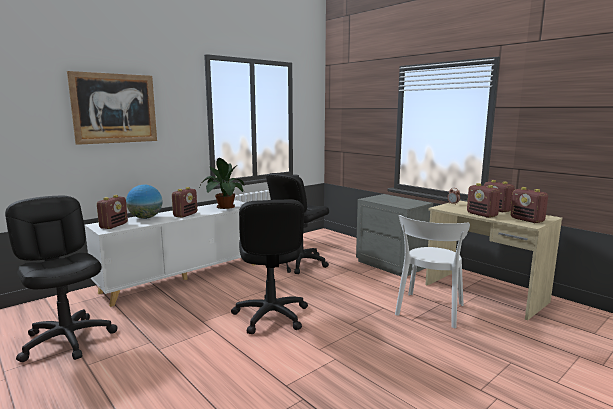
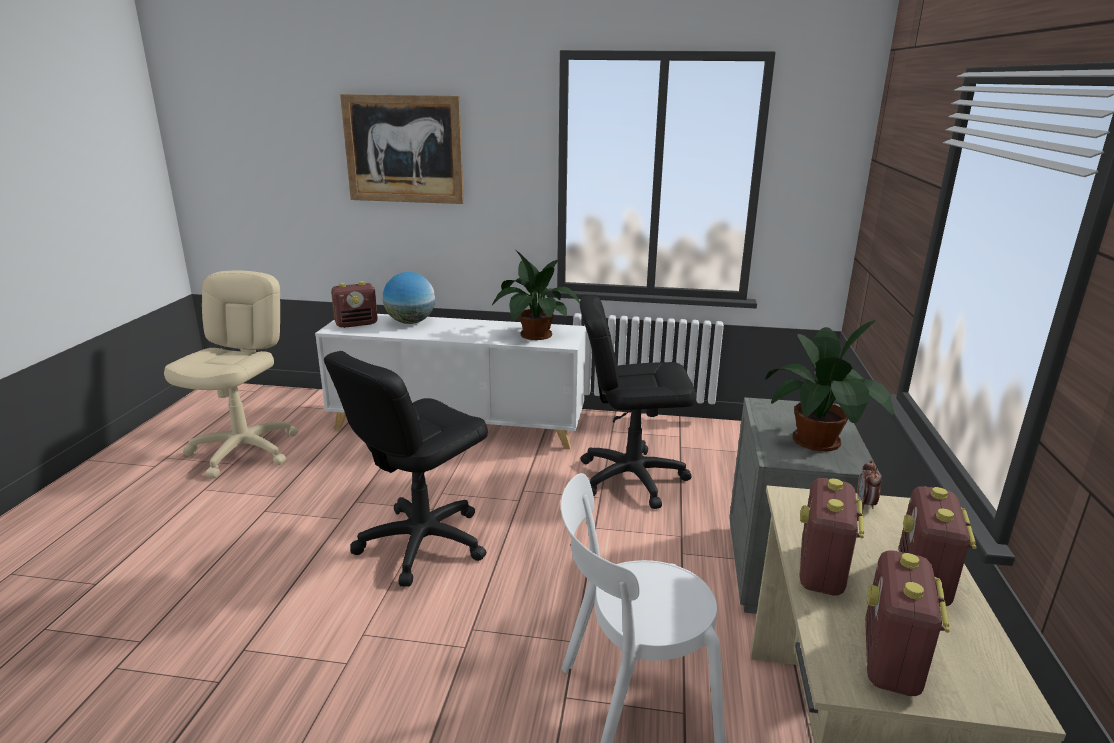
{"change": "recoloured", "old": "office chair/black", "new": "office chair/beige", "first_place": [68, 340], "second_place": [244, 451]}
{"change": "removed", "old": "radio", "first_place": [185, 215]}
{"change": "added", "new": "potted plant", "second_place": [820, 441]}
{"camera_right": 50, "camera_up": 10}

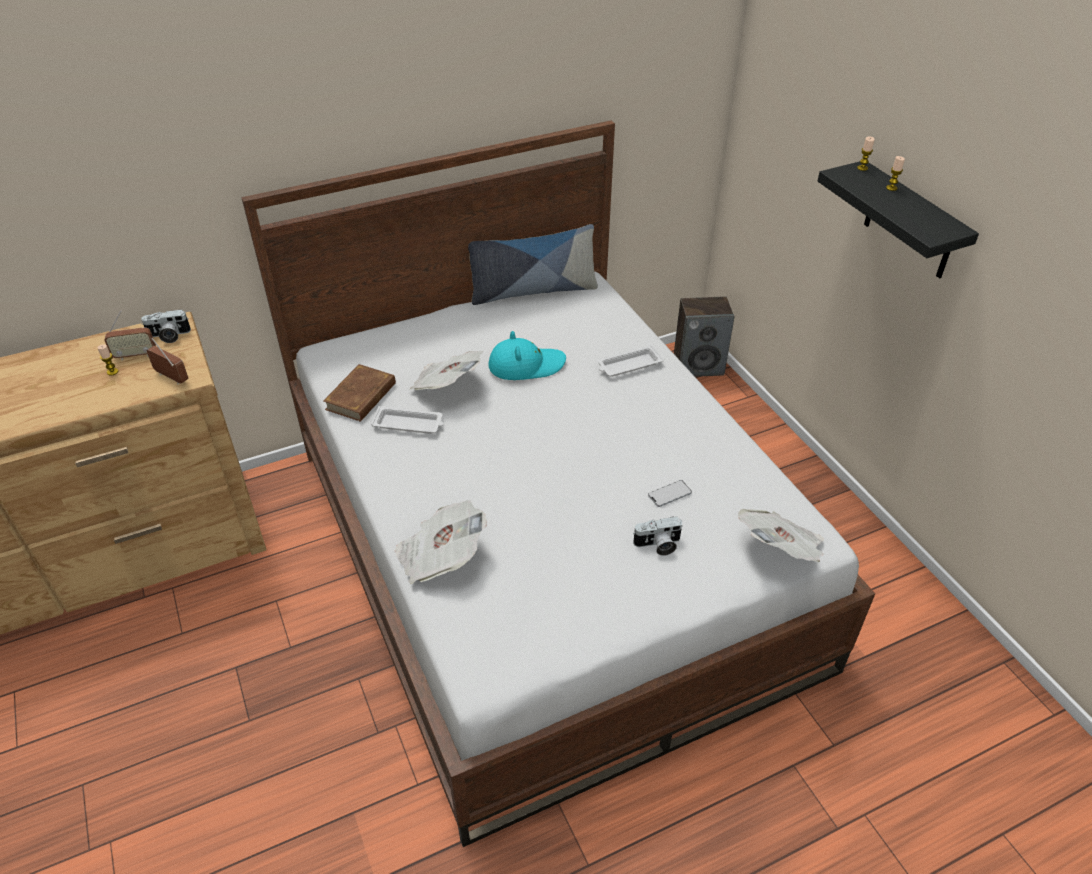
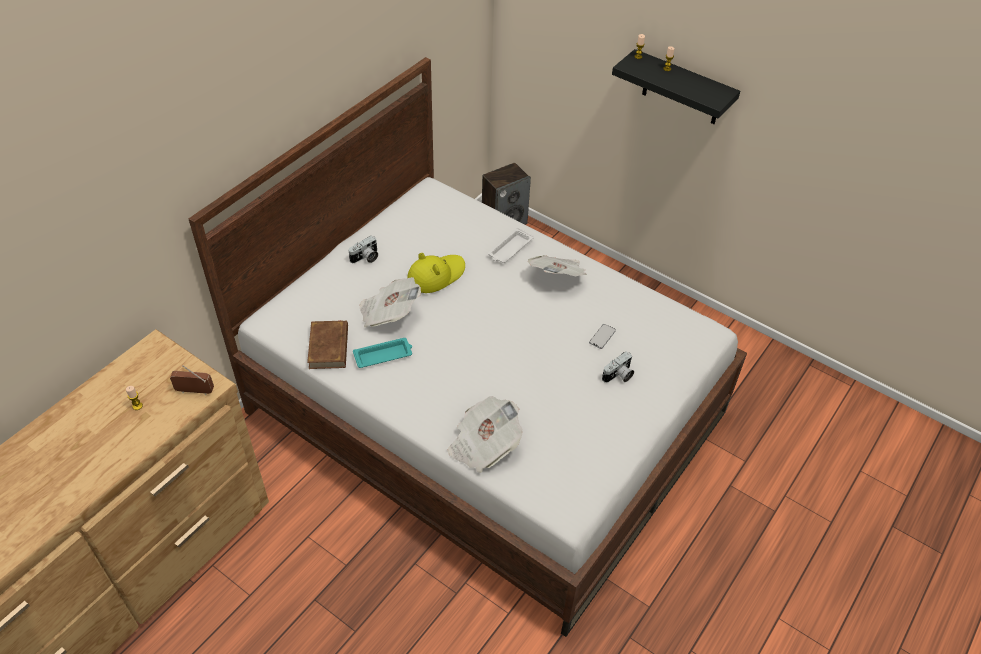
{"change": "removed", "old": "radio", "first_place": [135, 355]}
{"change": "moved", "old": "photo camera", "first_place": [168, 336], "second_place": [366, 258]}
{"change": "recoloured", "old": "tray/white", "new": "tray/turquoise", "first_place": [409, 424], "second_place": [384, 355]}
{"change": "removed", "old": "pillow", "first_place": [533, 291]}
{"change": "recoloured", "old": "hat/turquoise", "new": "hat/yellow", "first_place": [526, 365], "second_place": [436, 275]}
{"change": "moved", "old": "newspaper", "first_place": [780, 550], "second_place": [558, 277]}
{"camera_right": -30, "camera_up": 5}

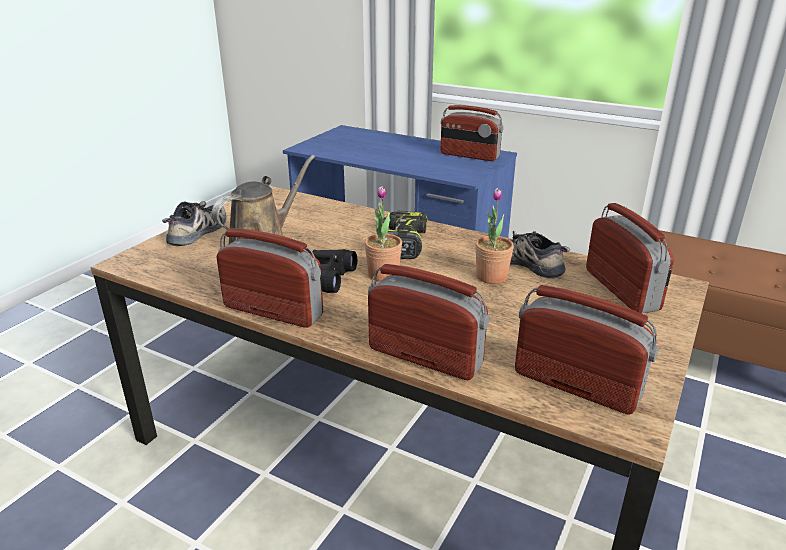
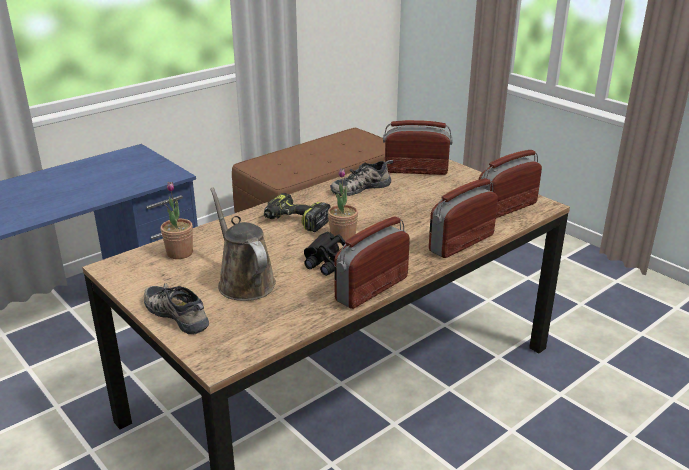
{"change": "removed", "old": "radio", "first_place": [469, 156]}
{"change": "moved", "old": "potted plant", "first_place": [491, 277], "second_place": [179, 253]}
{"camera_right": -70, "camera_up": 0}

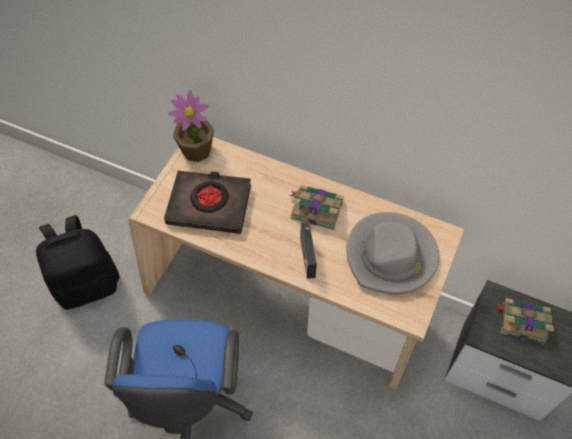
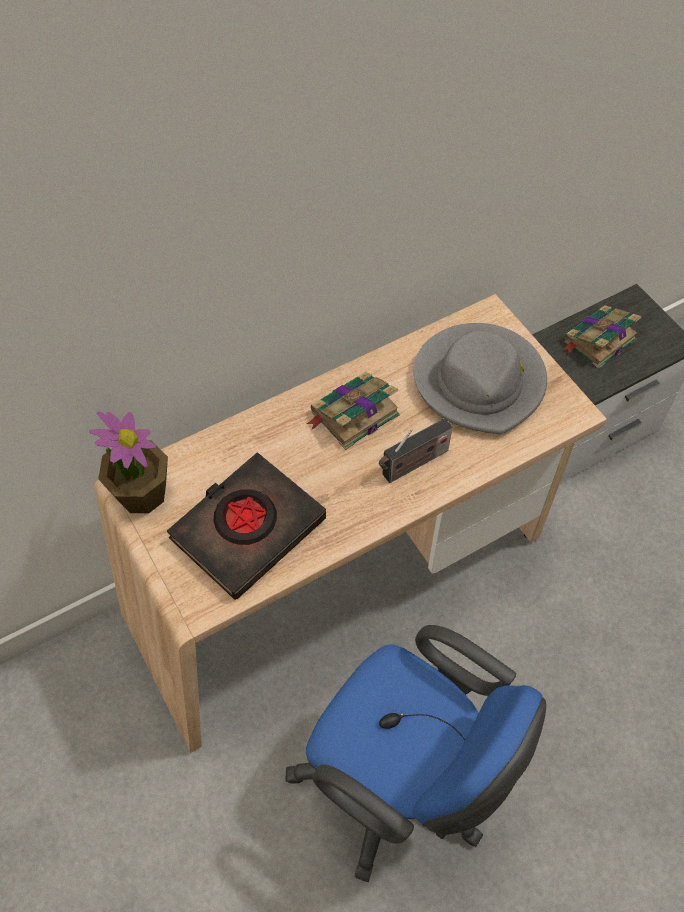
{"change": "removed", "old": "backpack/black", "first_place": [87, 284]}
{"change": "turned", "old": "radio", "first_place": [306, 255], "second_place": [413, 465], "degrees": -60}
{"camera_right": -55, "camera_up": 0}

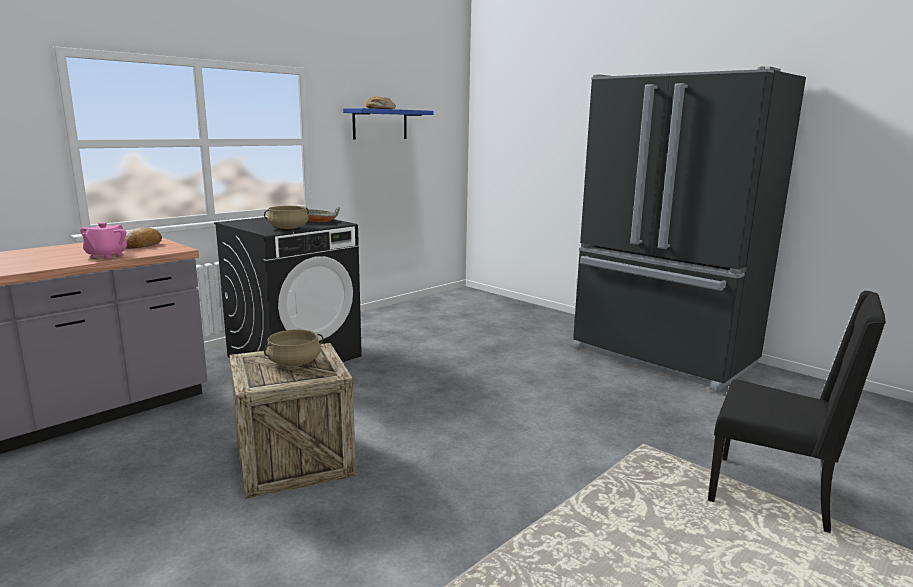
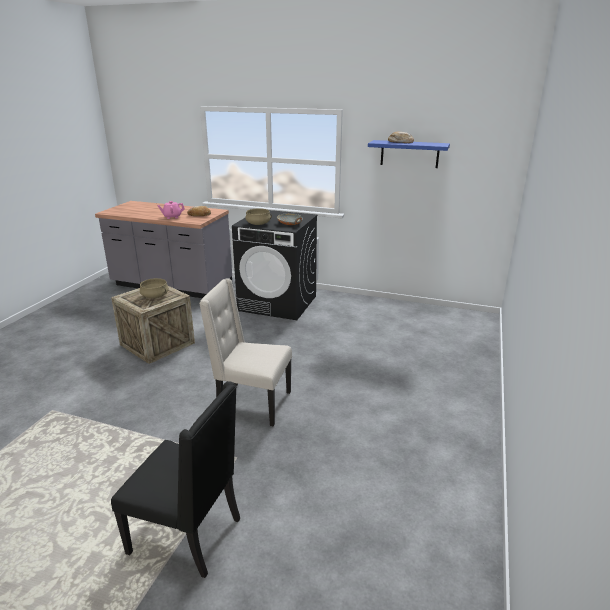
{"change": "removed", "old": "fridge/black", "first_place": [662, 357]}
{"change": "turned", "old": "chair/black", "first_place": [773, 494], "second_place": [188, 535], "degrees": -75}
{"change": "added", "new": "chair/beige", "second_place": [251, 403]}
{"camera_right": 65, "camera_up": 10}

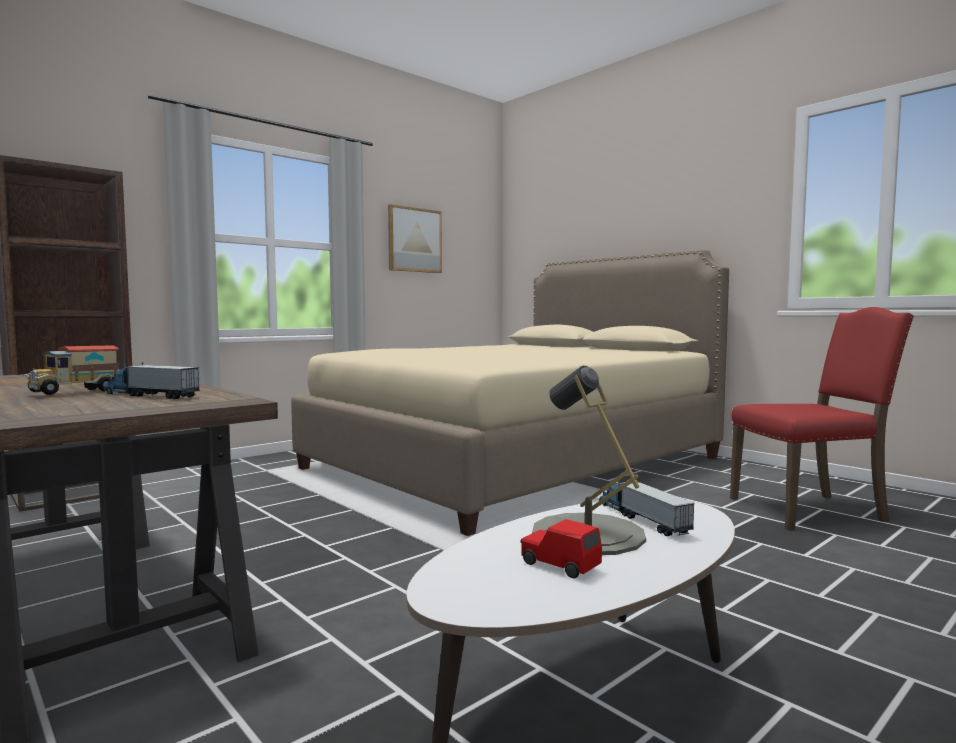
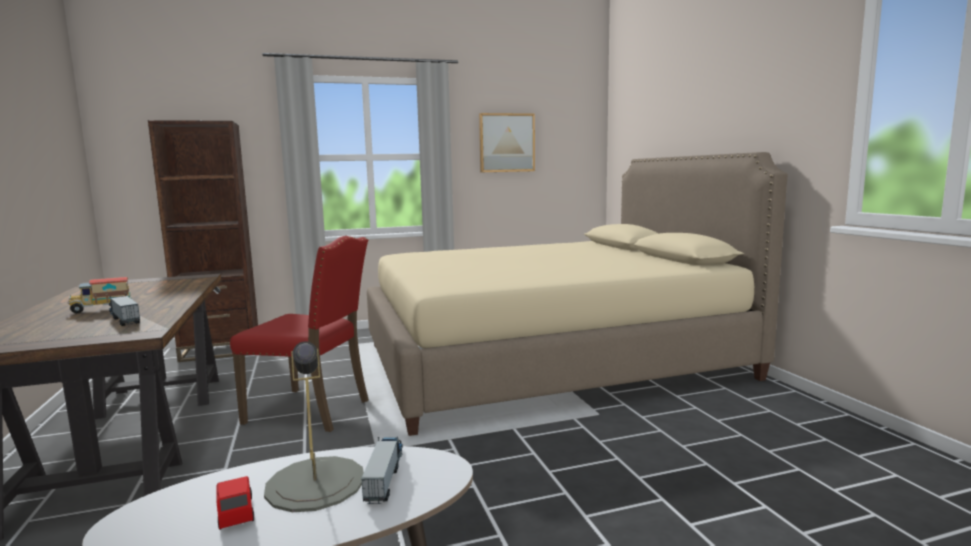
{"change": "moved", "old": "chair/red", "first_place": [810, 510], "second_place": [311, 411]}
{"camera_right": 25, "camera_up": 5}

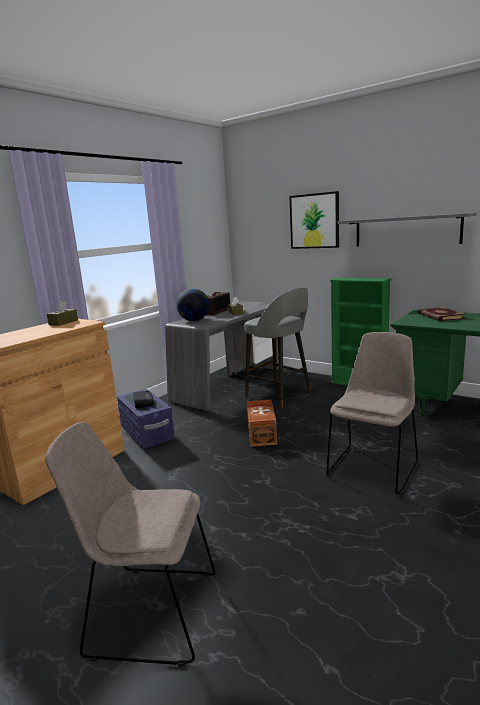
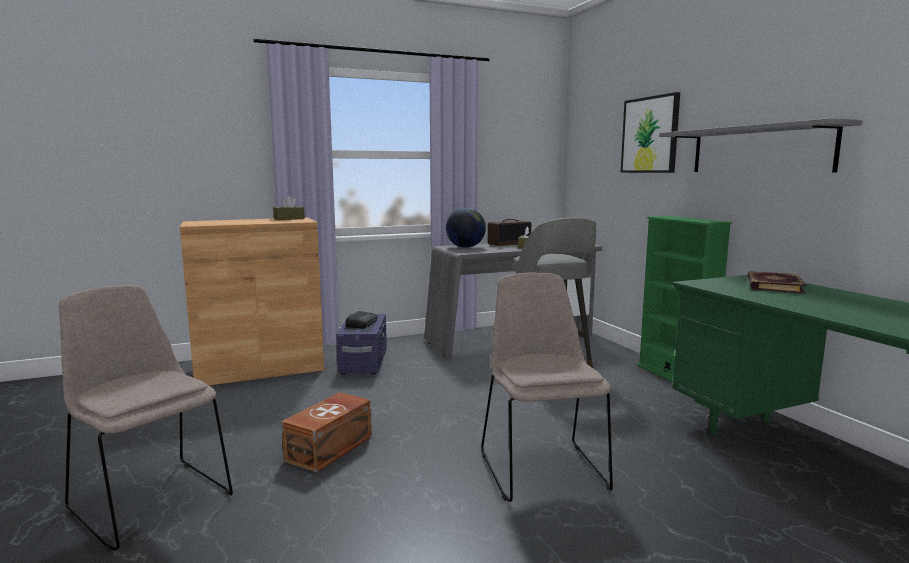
{"change": "moved", "old": "storage box/brown", "first_place": [262, 433], "second_place": [331, 448]}
{"change": "turned", "old": "chair/beige", "first_place": [373, 467], "second_place": [541, 468], "degrees": -75}
{"camera_right": 30, "camera_up": -5}

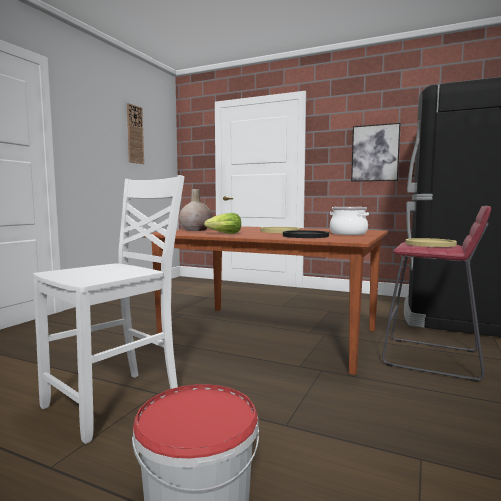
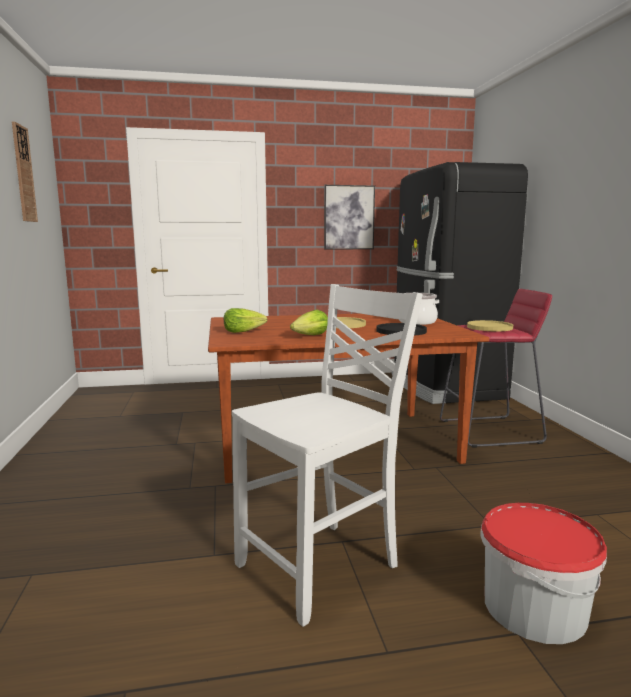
{"change": "turned", "old": "chair/white", "first_place": [116, 402], "second_place": [322, 566], "degrees": 45}
{"change": "replaced", "old": "vase/beige", "new": "lettuce", "first_place": [196, 230], "second_place": [243, 331]}
{"camera_right": -35, "camera_up": 5}

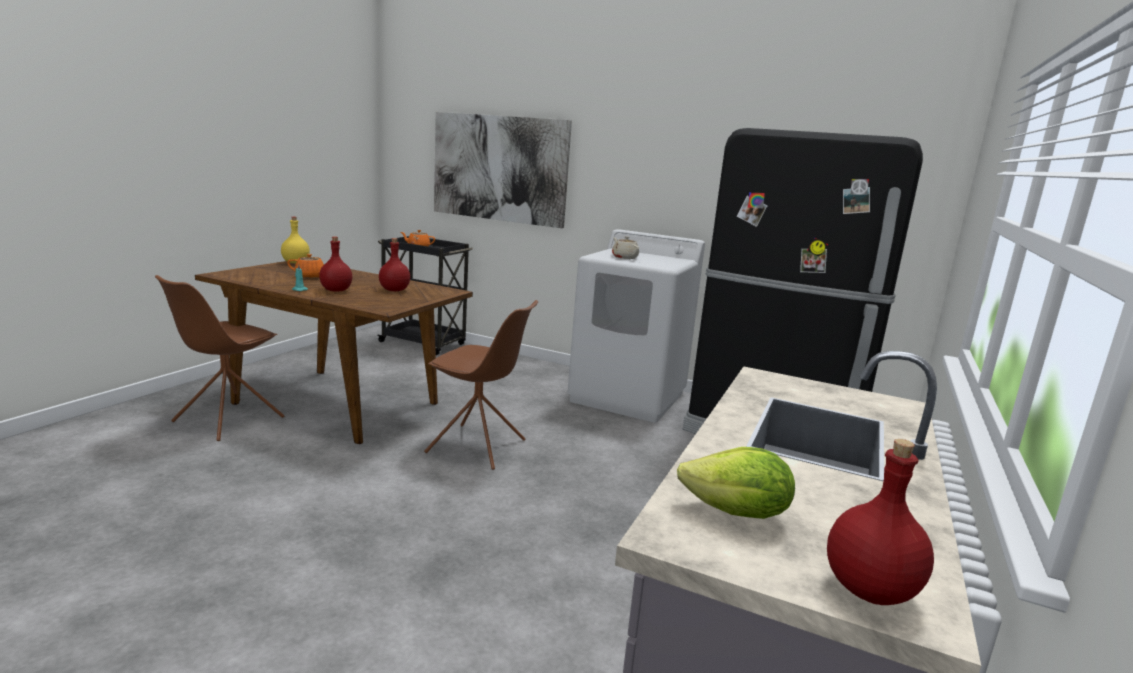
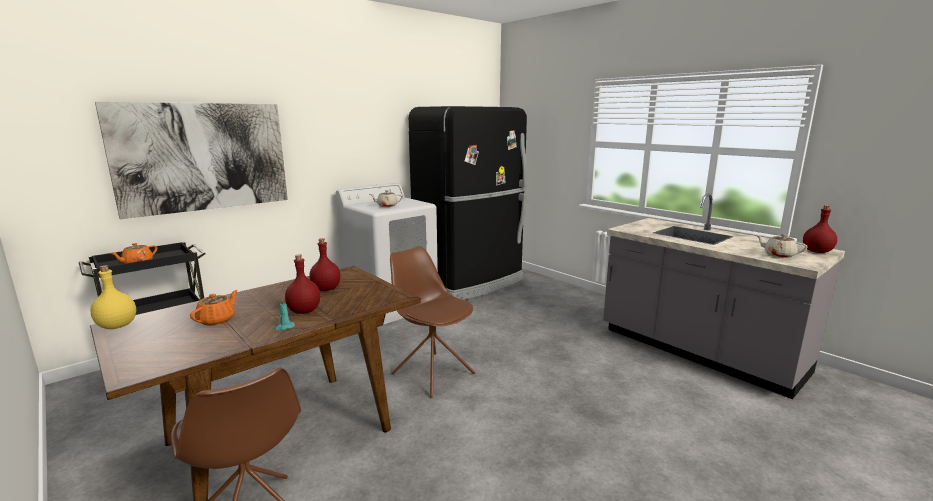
{"change": "turned", "old": "chair/brown", "first_place": [478, 447], "second_place": [432, 373], "degrees": -90}
{"change": "replaced", "old": "lettuce", "new": "teapot/beige", "first_place": [736, 513], "second_place": [778, 255]}
{"camera_right": -65, "camera_up": 0}

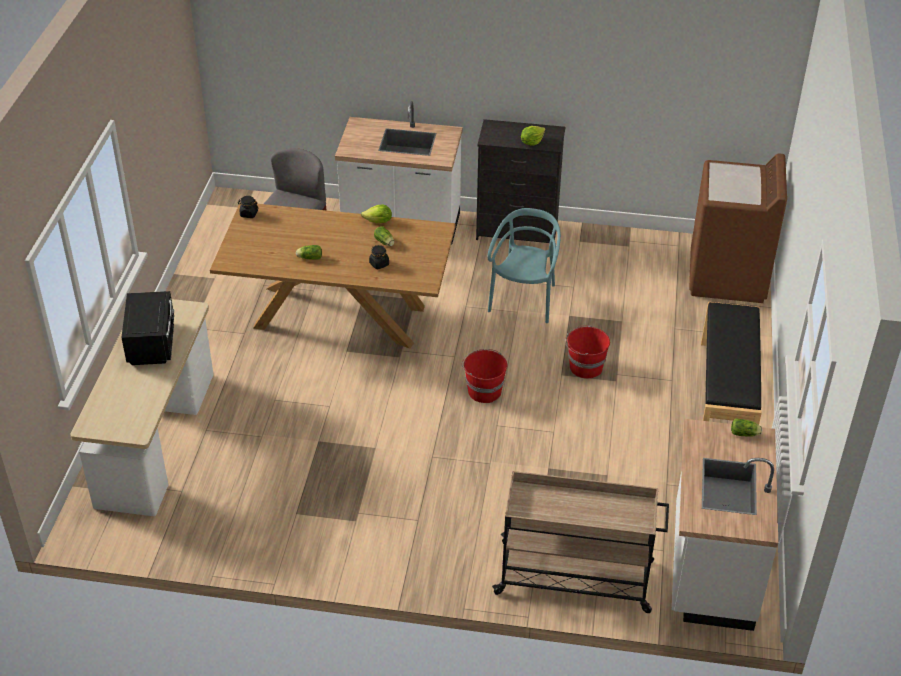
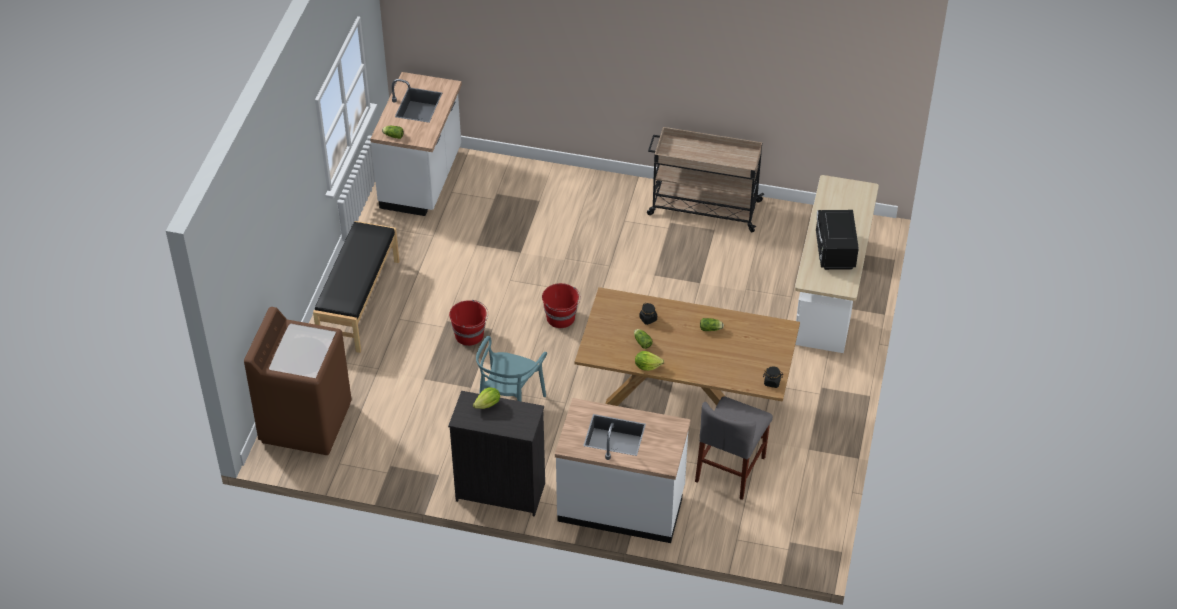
{"change": "moved", "old": "cart/beige", "first_place": [576, 578], "second_place": [703, 208]}
{"camera_right": -175, "camera_up": 5}

